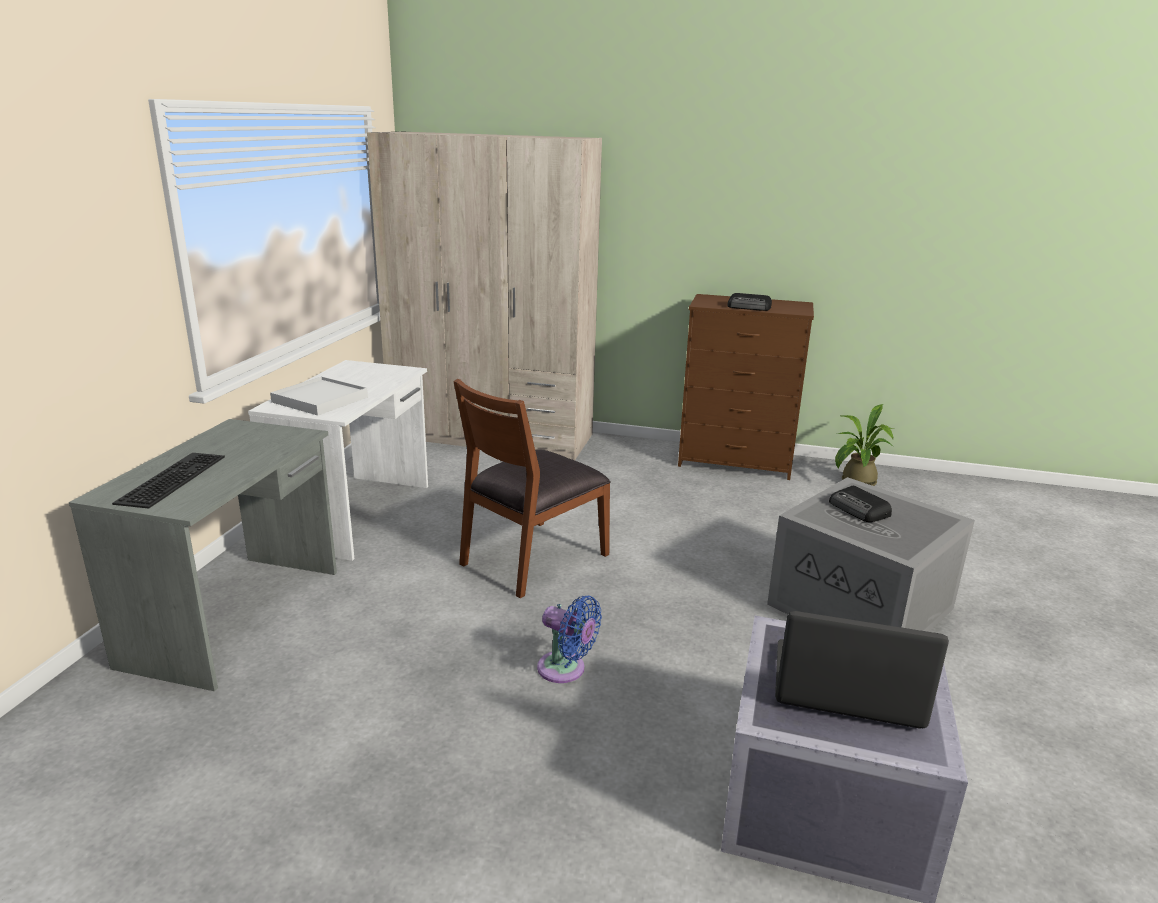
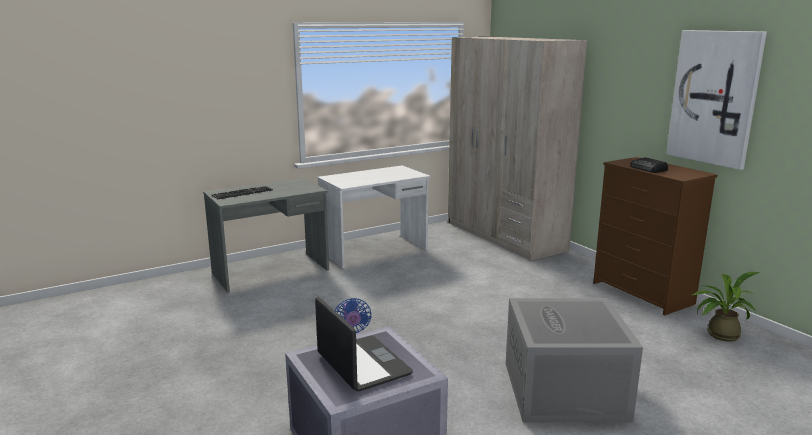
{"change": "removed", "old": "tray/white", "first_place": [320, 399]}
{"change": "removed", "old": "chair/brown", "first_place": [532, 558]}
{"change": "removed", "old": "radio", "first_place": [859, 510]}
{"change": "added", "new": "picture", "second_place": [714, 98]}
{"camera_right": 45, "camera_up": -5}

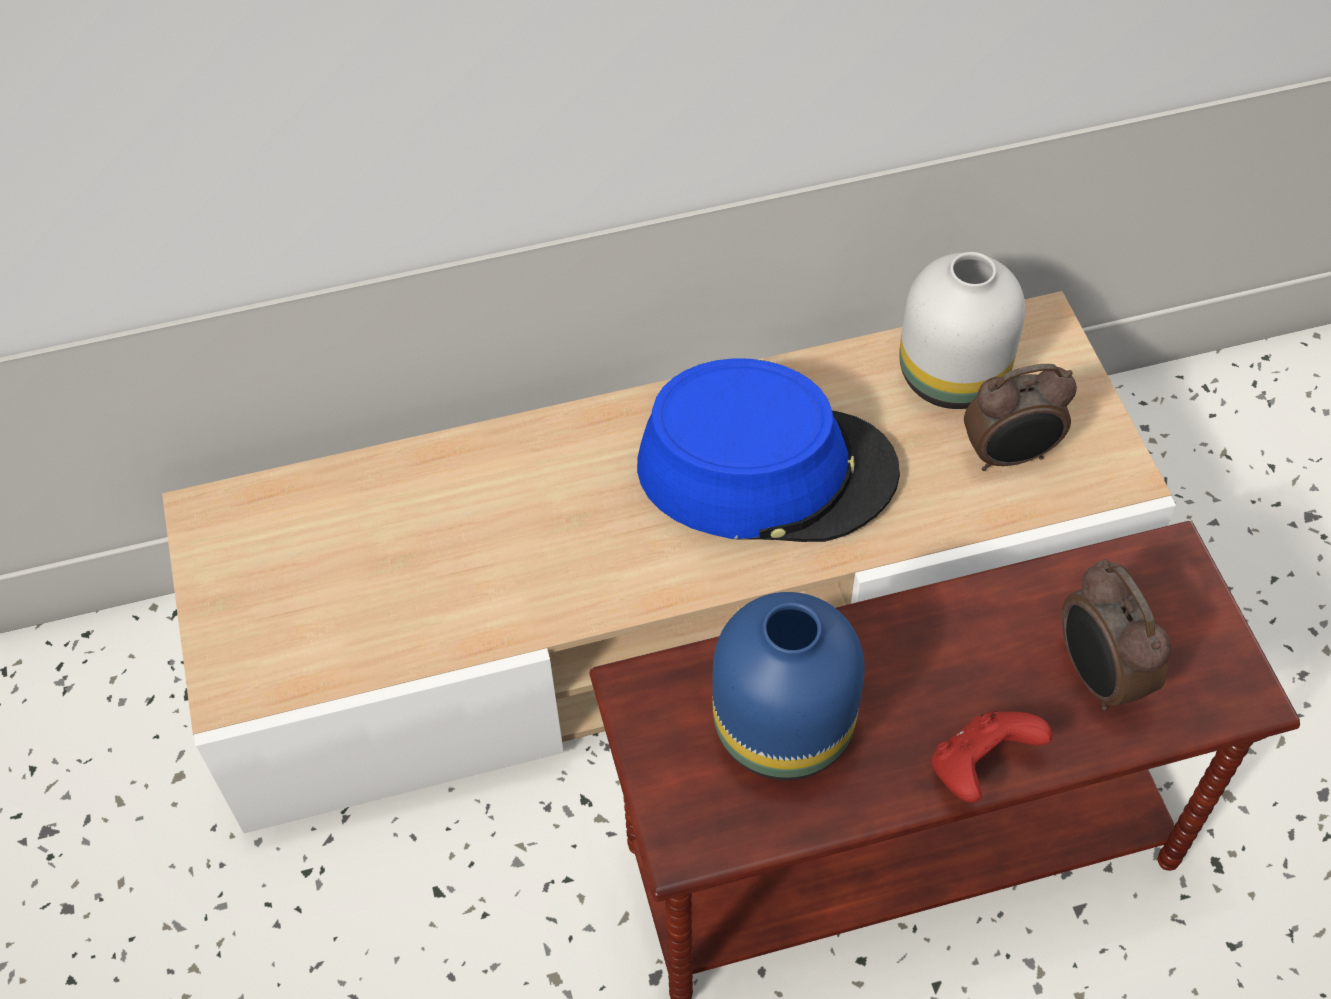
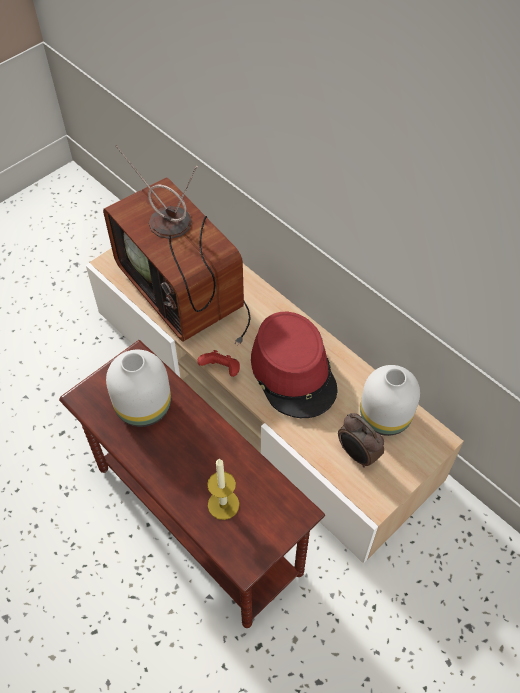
{"change": "recoloured", "old": "hat/blue", "new": "hat/red", "first_place": [766, 469], "second_place": [294, 372]}
{"change": "recoloured", "old": "vase/blue", "new": "vase/white", "first_place": [786, 727], "second_place": [145, 408]}
{"change": "moved", "old": "game controller/red", "first_place": [979, 767], "second_place": [221, 370]}
{"change": "replaced", "old": "alarm clock", "new": "candle", "first_place": [1097, 676], "second_place": [223, 504]}
{"change": "added", "new": "television", "second_place": [186, 291]}
{"camera_right": 60, "camera_up": 0}

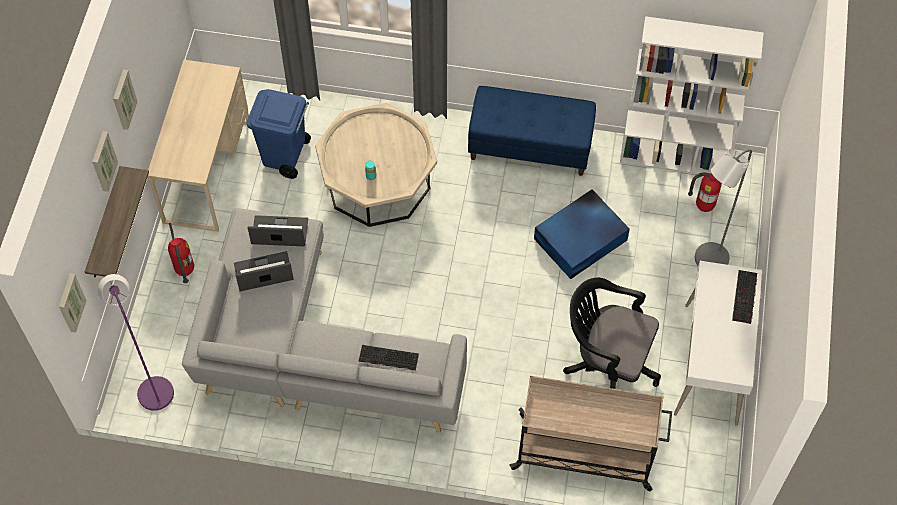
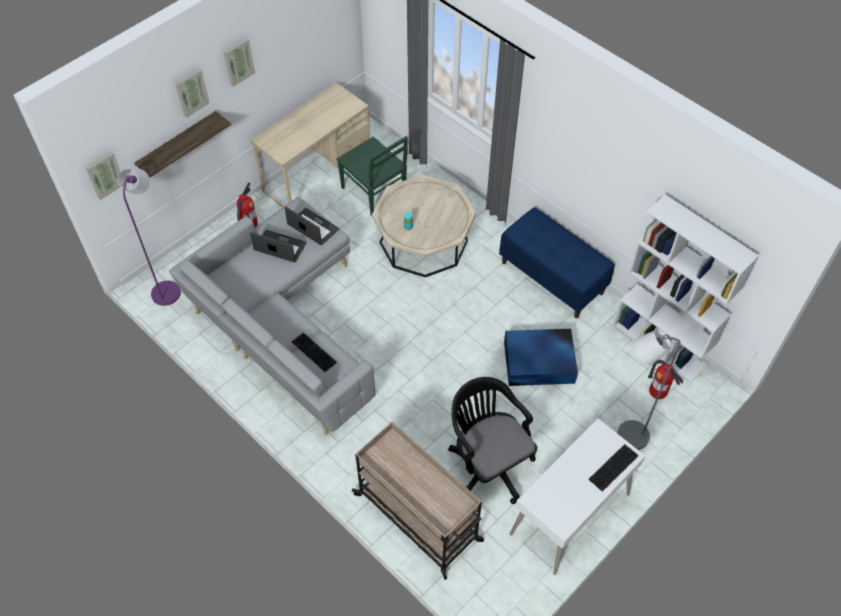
{"change": "replaced", "old": "trash can/blue", "new": "chair/green", "first_place": [285, 157], "second_place": [374, 192]}
{"camera_right": 35, "camera_up": -5}

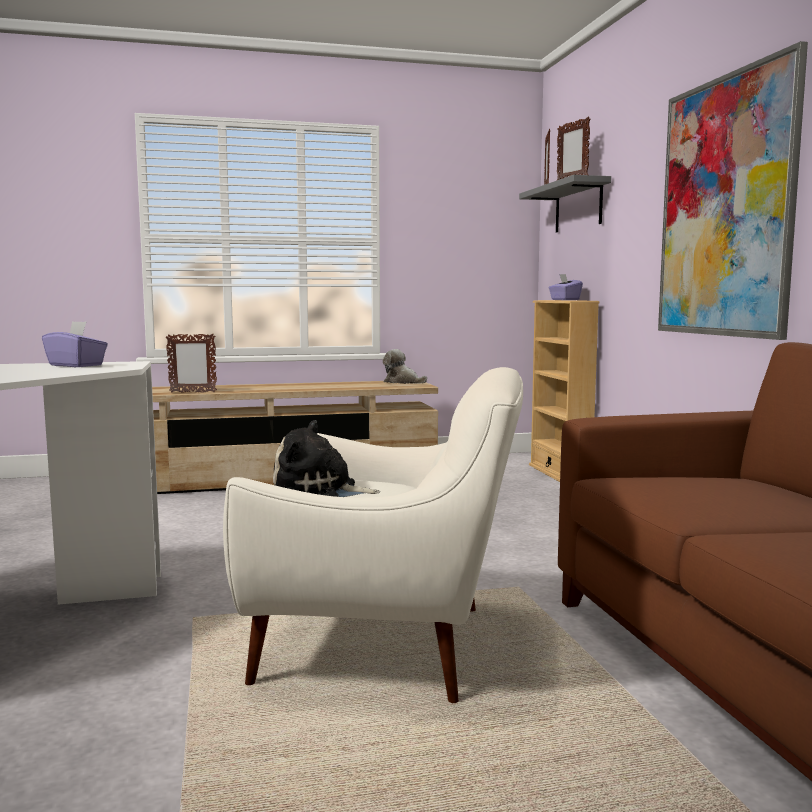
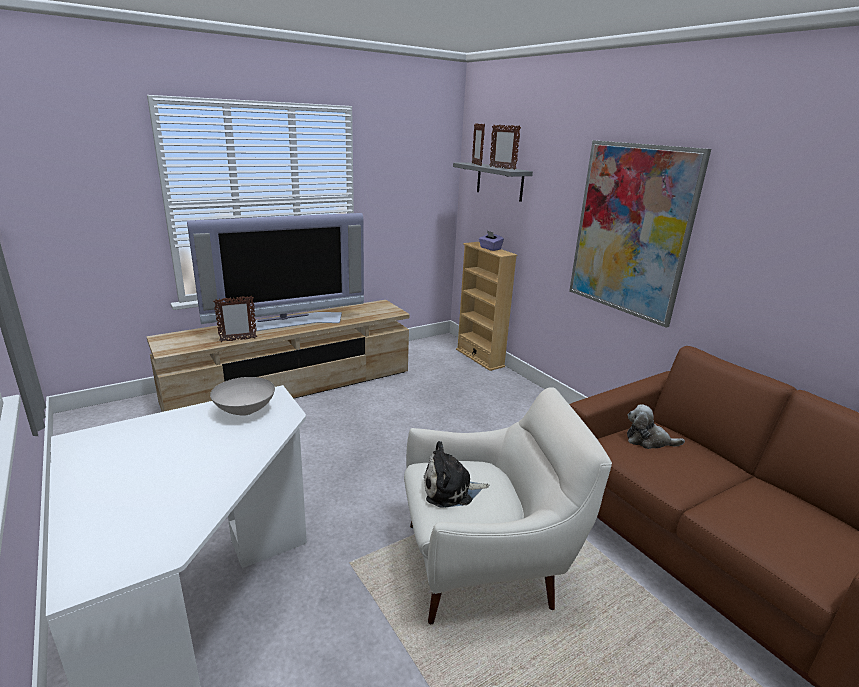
{"change": "replaced", "old": "tissue box/purple", "new": "bowl/white", "first_place": [76, 365], "second_place": [244, 411]}
{"change": "moved", "old": "plush toy", "first_place": [402, 382], "second_place": [648, 441]}
{"change": "added", "new": "television", "second_place": [286, 323]}
{"camera_right": -20, "camera_up": 15}

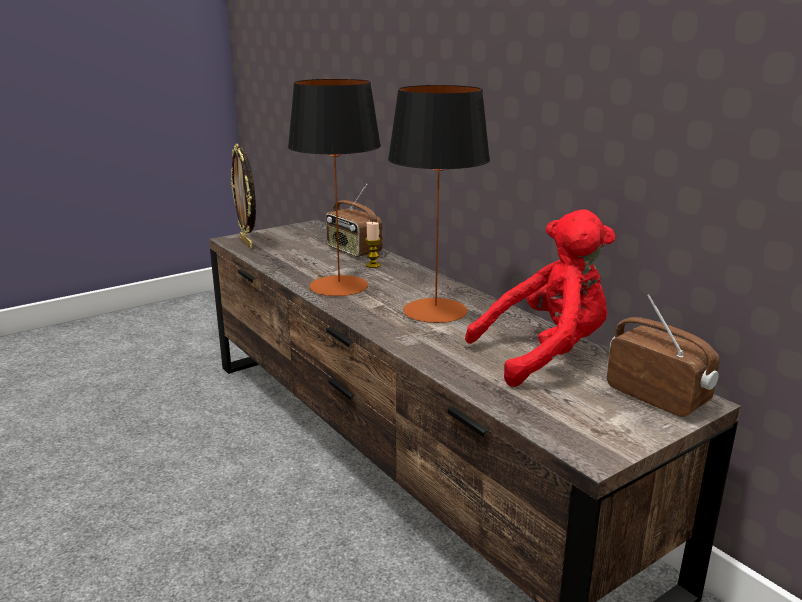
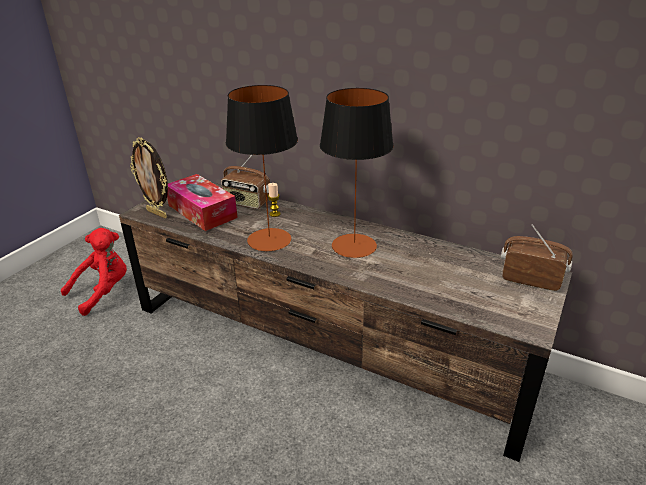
{"change": "moved", "old": "plush toy/red", "first_place": [545, 355], "second_place": [103, 292]}
{"change": "added", "new": "tissue box", "second_place": [202, 211]}
{"camera_right": -25, "camera_up": 10}

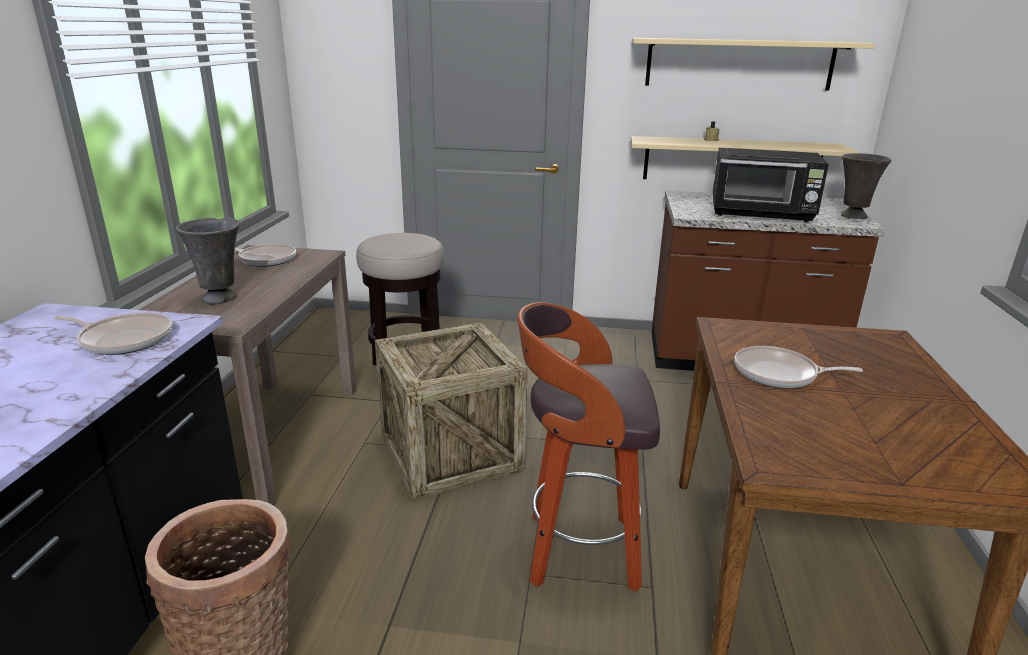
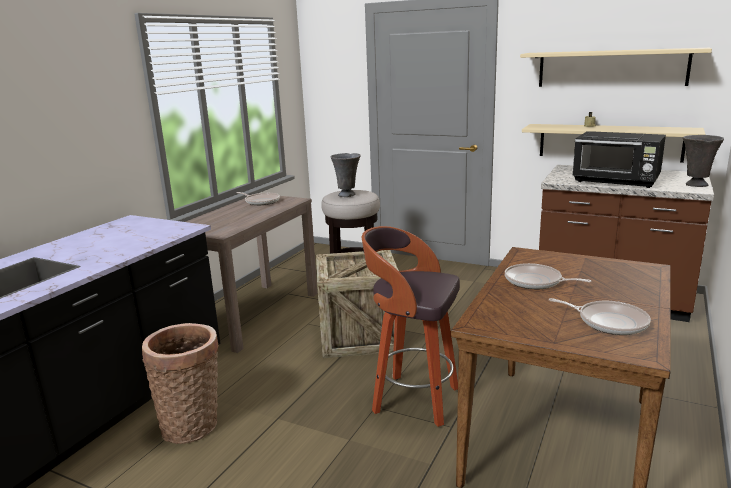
{"change": "moved", "old": "frying pan", "first_place": [124, 339], "second_place": [609, 322]}
{"change": "moved", "old": "vase/grey", "first_place": [221, 298], "second_place": [347, 195]}
{"camera_right": 20, "camera_up": -5}

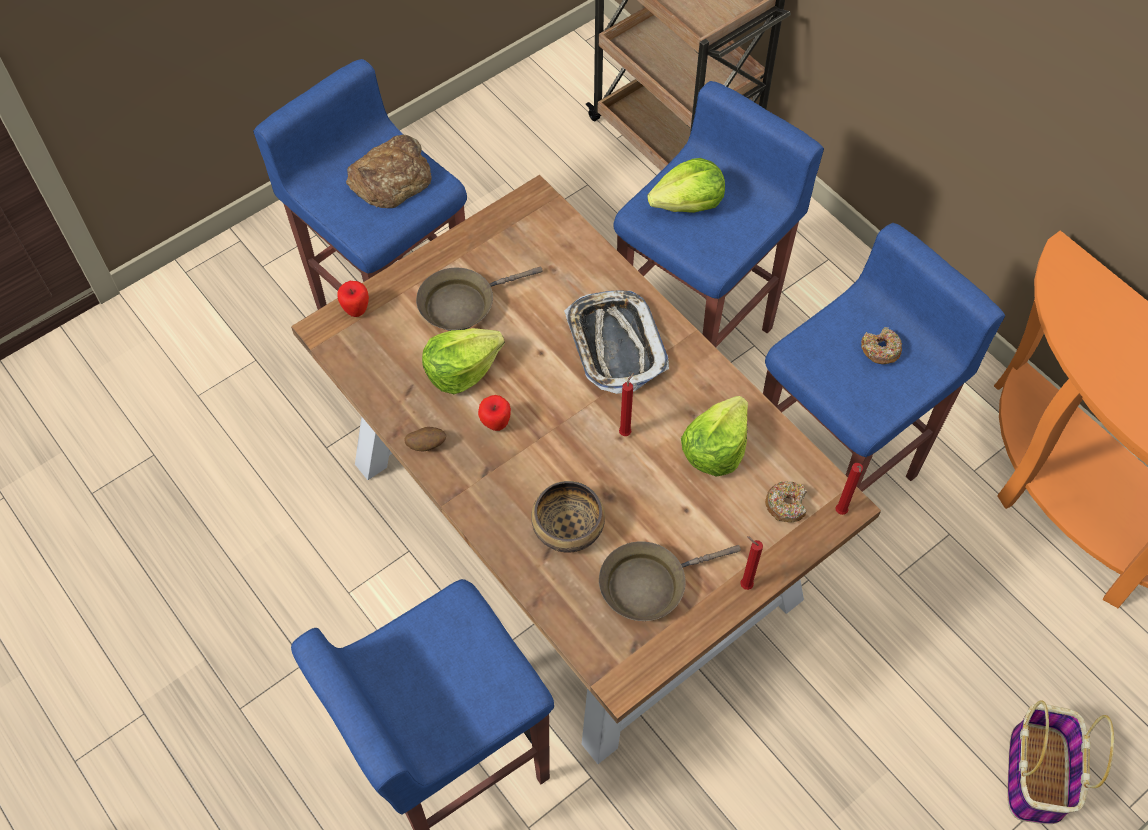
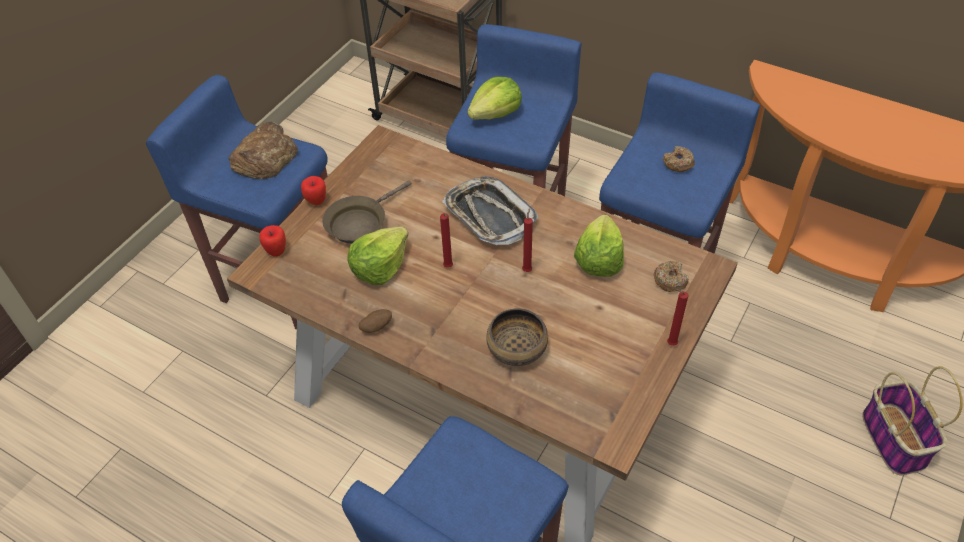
{"change": "moved", "old": "apple", "first_place": [496, 424], "second_place": [316, 202]}
{"change": "removed", "old": "frying pan/brown", "first_place": [649, 584]}
{"change": "moved", "old": "candle/red", "first_place": [840, 513], "second_place": [448, 267]}
{"camera_right": -20, "camera_up": -10}

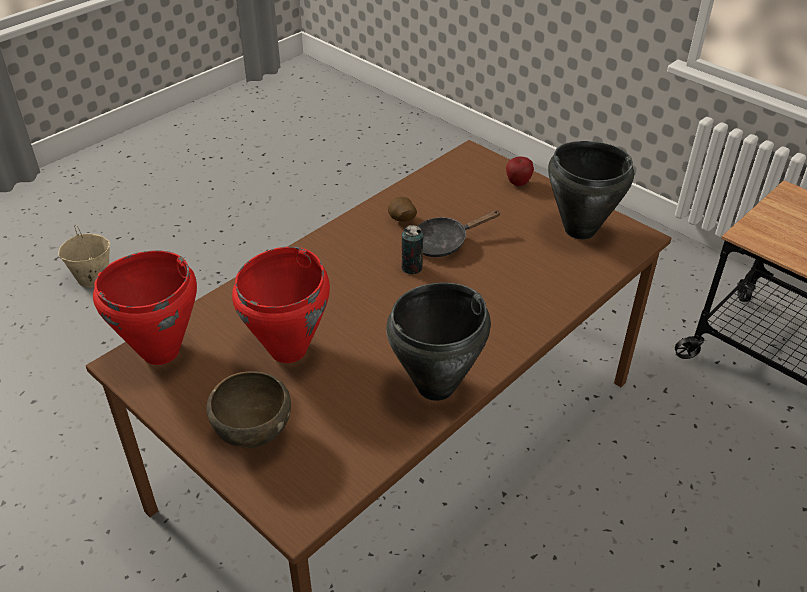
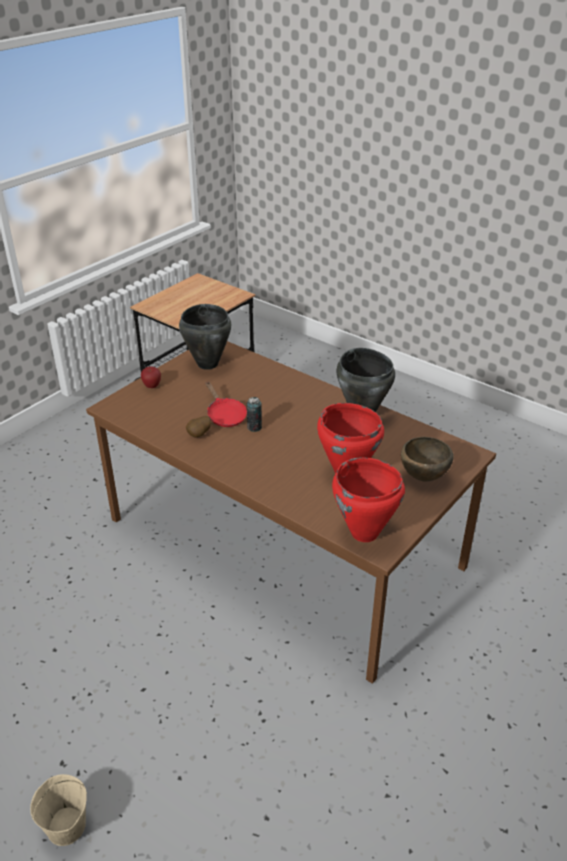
{"change": "recoloured", "old": "frying pan/black", "new": "frying pan/red", "first_place": [444, 242], "second_place": [225, 415]}
{"camera_right": -95, "camera_up": -5}

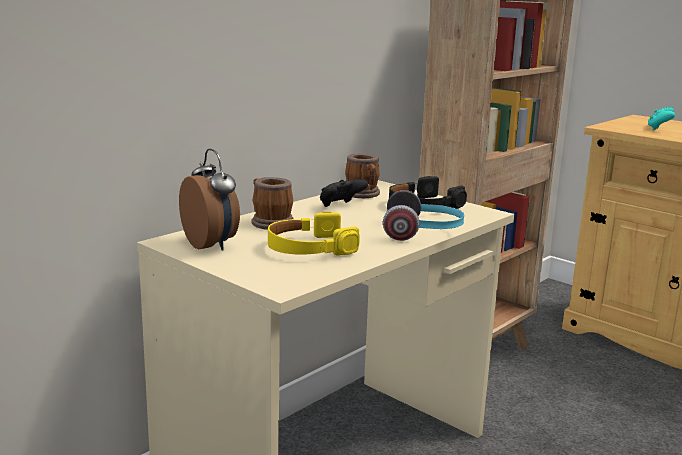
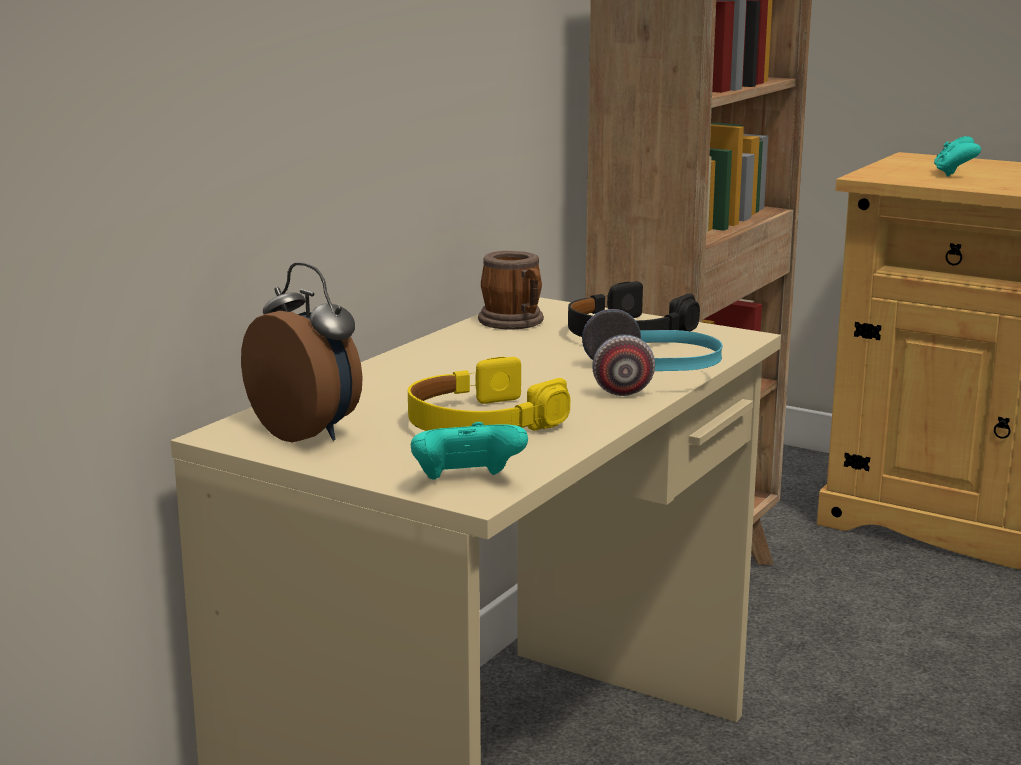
{"change": "removed", "old": "mug", "first_place": [269, 222]}
{"change": "removed", "old": "game controller/black", "first_place": [340, 206]}
{"change": "added", "new": "game controller/turquoise", "second_place": [466, 483]}
{"camera_right": -10, "camera_up": 0}

